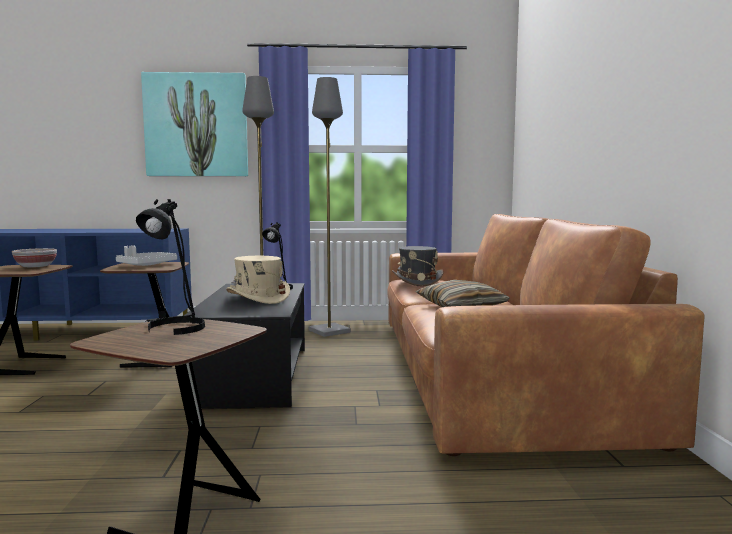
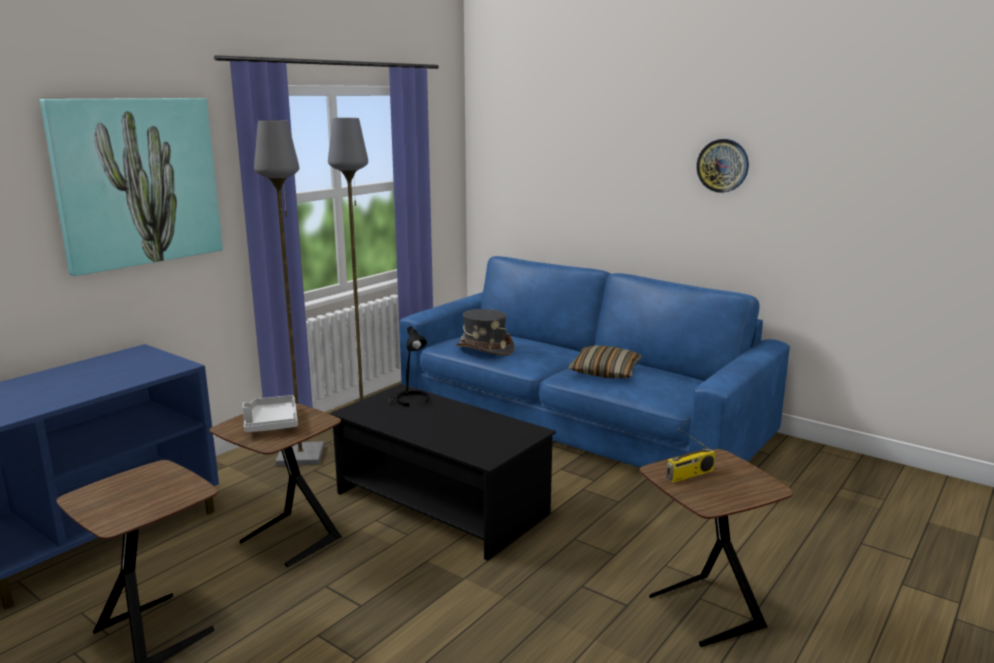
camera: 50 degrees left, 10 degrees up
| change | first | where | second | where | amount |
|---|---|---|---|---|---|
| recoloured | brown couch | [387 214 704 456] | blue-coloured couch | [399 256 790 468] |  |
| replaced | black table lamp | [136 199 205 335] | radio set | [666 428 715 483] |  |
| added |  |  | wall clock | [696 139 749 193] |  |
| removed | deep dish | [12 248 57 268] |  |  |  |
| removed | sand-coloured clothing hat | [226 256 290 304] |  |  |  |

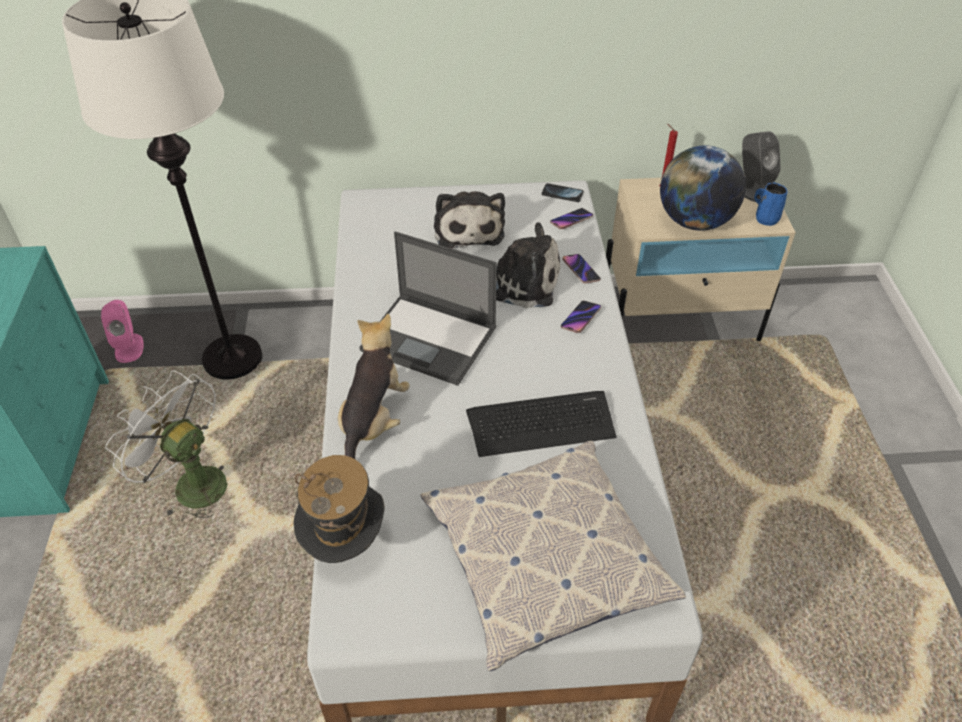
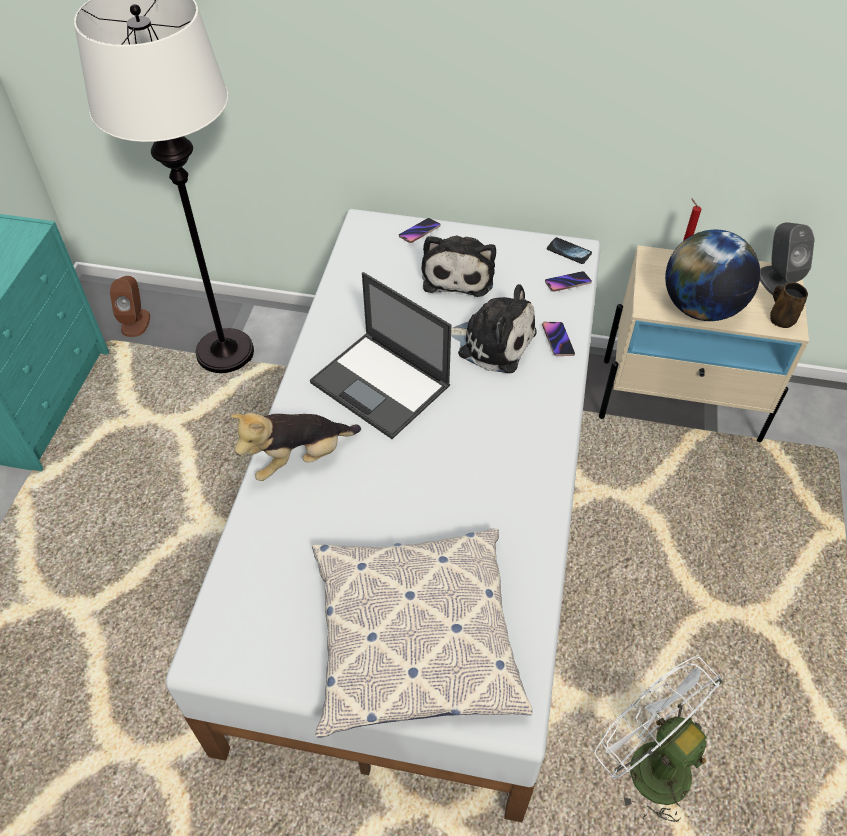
camera: 15 degrees right, 5 degrees up
| change | first | where | second | where | amount |
|---|---|---|---|---|---|
| recoloured | pinkish speaker | [101 300 144 363] | brown speaker | [110 276 150 337] |  |
| turned | plush toy | [338 314 410 459] |  | [231 413 361 481] | 150 degrees counterclockwise |
| moved | telephone | [561 300 601 333] |  | [399 218 441 243] |  |
| moved | whitish fan | [105 370 228 523] |  | [594 656 723 822] |  |
| recoloured | blue-coloured tea mug | [755 182 788 226] | brown tea mug | [770 282 808 328] |  |
| removed | clothing hat | [293 455 385 563] |  |  |  |
| removed | computer keyboard | [466 391 617 457] |  |  |  |

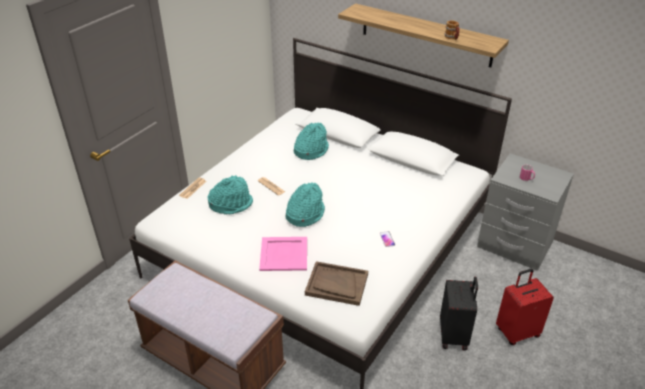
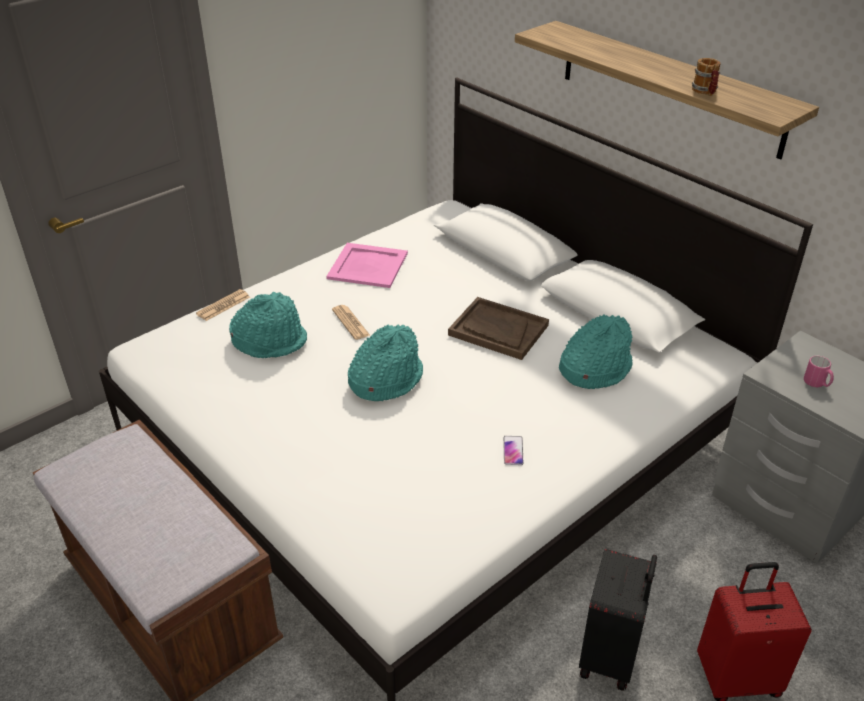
camera: 15 degrees right, 0 degrees up
| change | first | where | second | where | amount |
|---|---|---|---|---|---|
| moved | pinkish tray | [259 237 307 271] |  | [326 243 408 288] |  |
| moved | brown tray | [305 261 368 306] |  | [448 297 549 360] |  |
| moved | turquoise clothing hat | [294 122 329 160] |  | [559 314 633 389] |  |

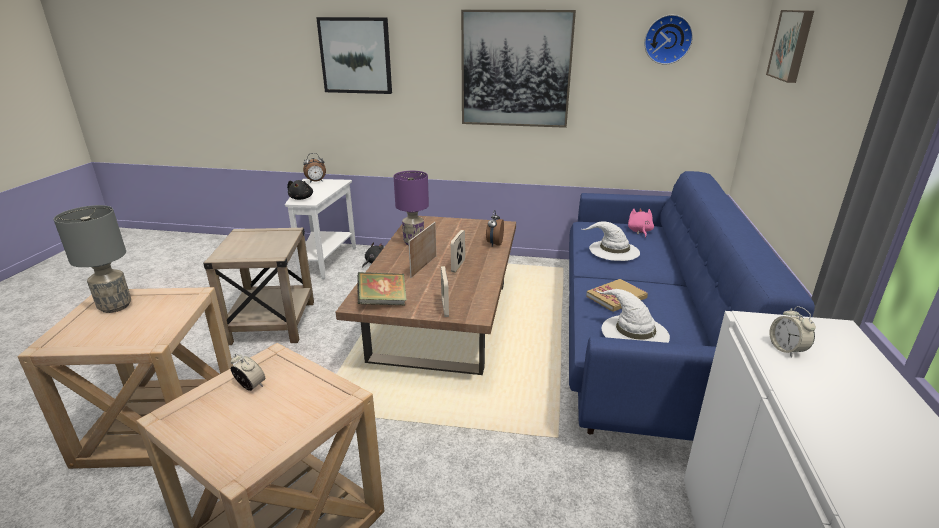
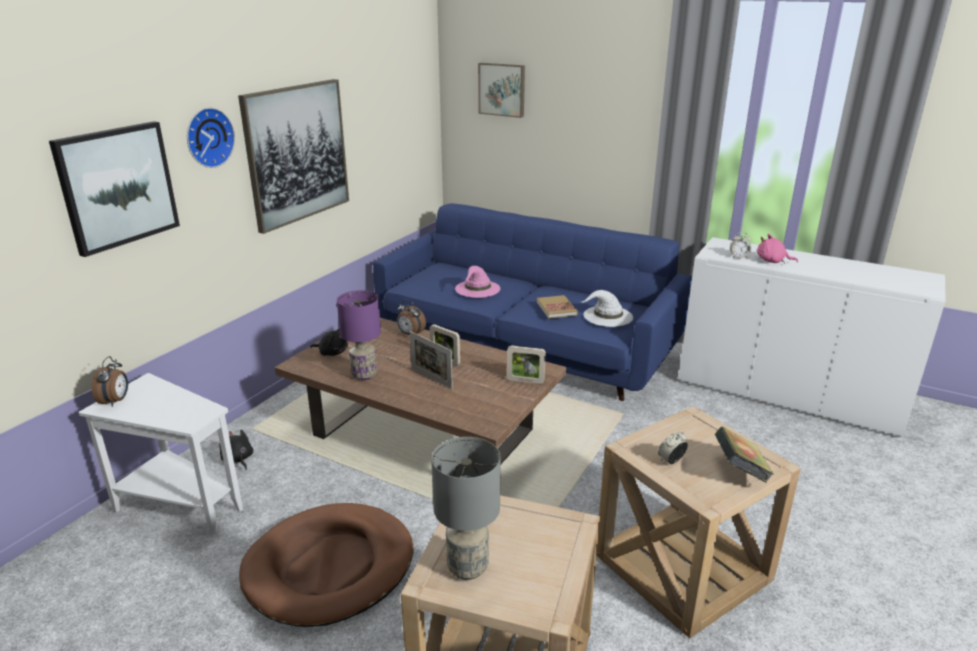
camera: 70 degrees left, 0 degrees up
| change | first | where | second | where | amount |
|---|---|---|---|---|---|
| moved | wall clock | [644 15 693 65] |  | [187 107 235 168] |  |
| replaced | sand-coloured end table | [203 228 314 345] | brown pet bed | [239 503 414 627] |  |
| moved | black plush toy | [287 180 313 200] |  | [310 328 348 356] |  |
| recoloured | whitish clothing hat | [582 221 640 261] | pinkish clothing hat | [455 266 501 298] |  |
| moved | book | [357 272 407 305] |  | [715 427 774 483] |  |
| moved | pinkish plush toy | [628 208 654 238] |  | [757 234 798 264] |  |

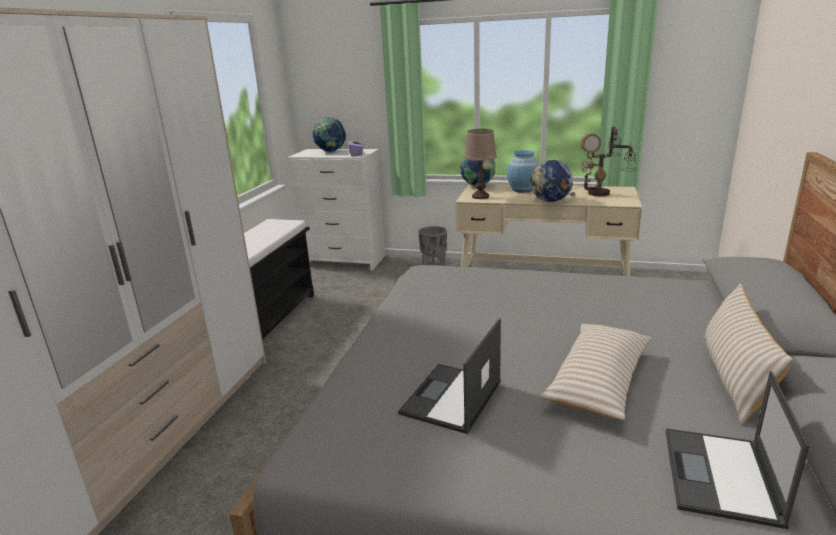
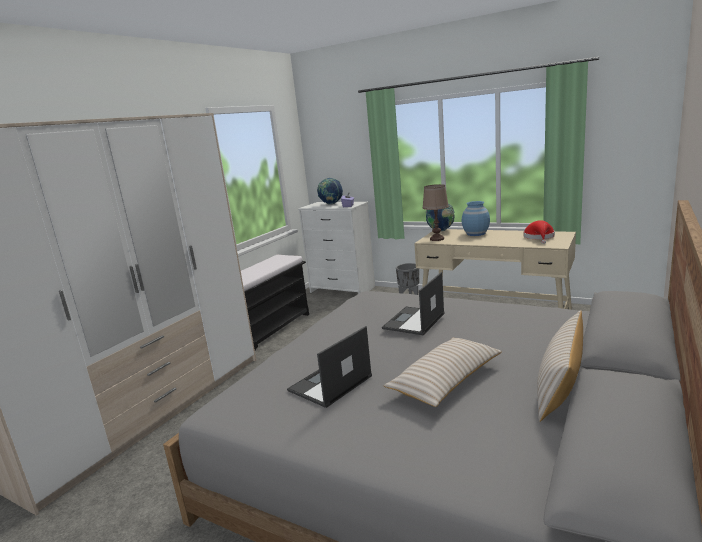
camera: 15 degrees right, 5 degrees down
| change | first | where | second | where | amount |
|---|---|---|---|---|---|
| moved | portable computer | [666 371 810 529] |  | [382 272 445 335] |  |
| replaced | table lamp | [569 126 636 197] | red-coloured clothing hat | [524 220 555 244] |  |
| removed | world globe | [530 160 573 202] |  |  |  |

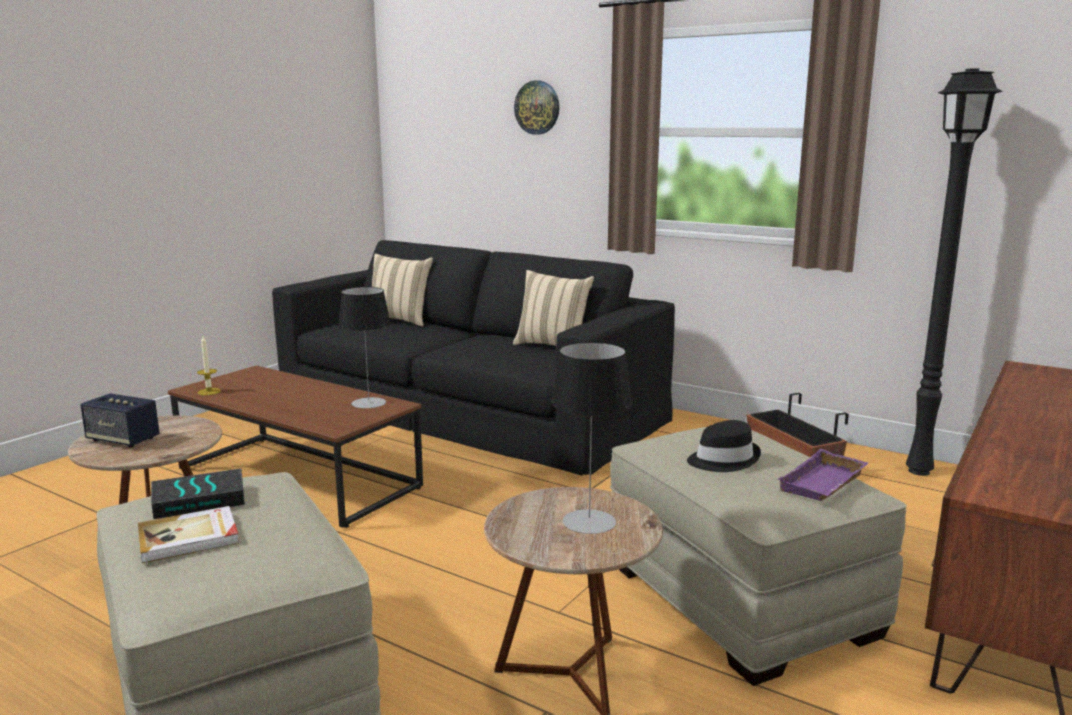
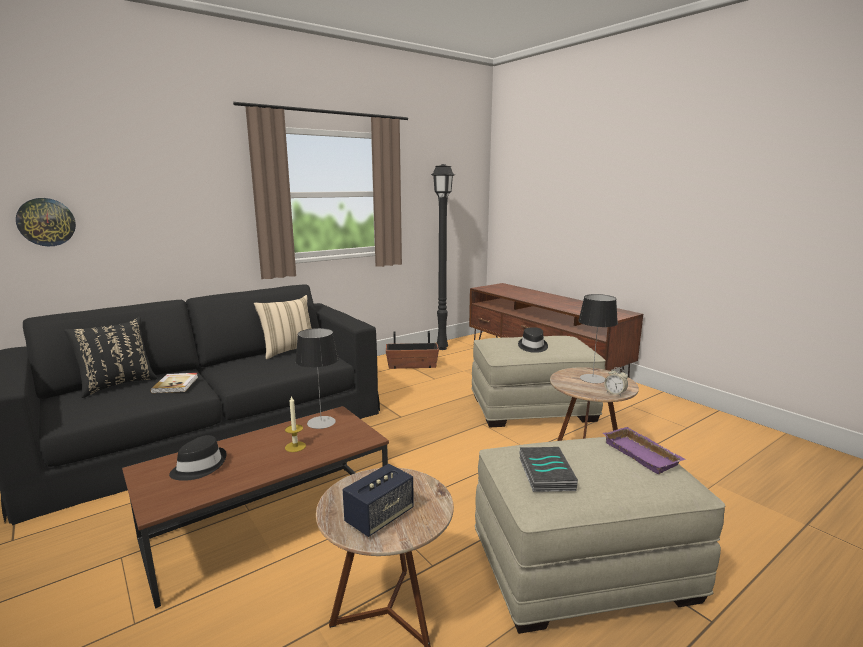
camera: 70 degrees left, 0 degrees up
| change | first | where | second | where | amount |
|---|---|---|---|---|---|
| moved | wall clock | [514 81 559 135] |  | [16 198 76 247] |  |
| recoloured | sand-coloured cushion | [372 254 433 327] | black cushion | [64 317 158 398] |  |
| moved | book | [138 506 239 563] |  | [151 373 198 393] |  |
| added |  |  | black clothing hat | [169 435 227 481] |  |
| moved | wax light | [197 336 221 395] |  | [285 396 306 452] |  |
| moved | purple tray | [777 449 868 501] |  | [603 427 686 474] |  |
| added |  |  | alarm clock | [604 367 628 396] |  |

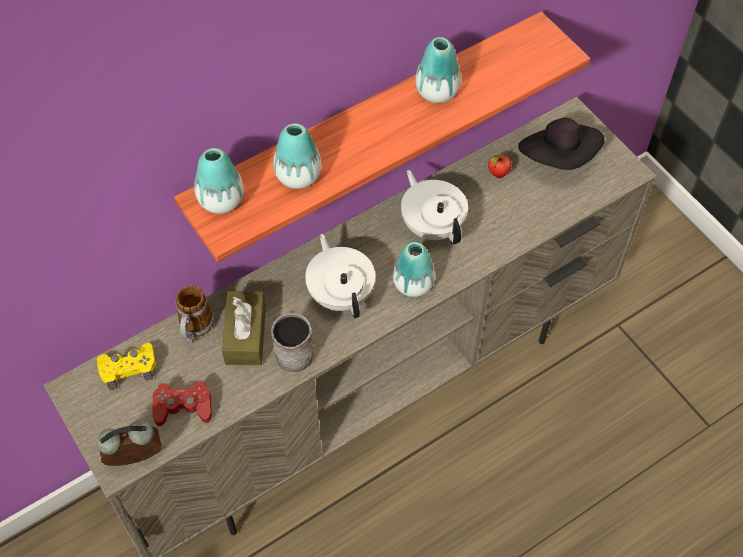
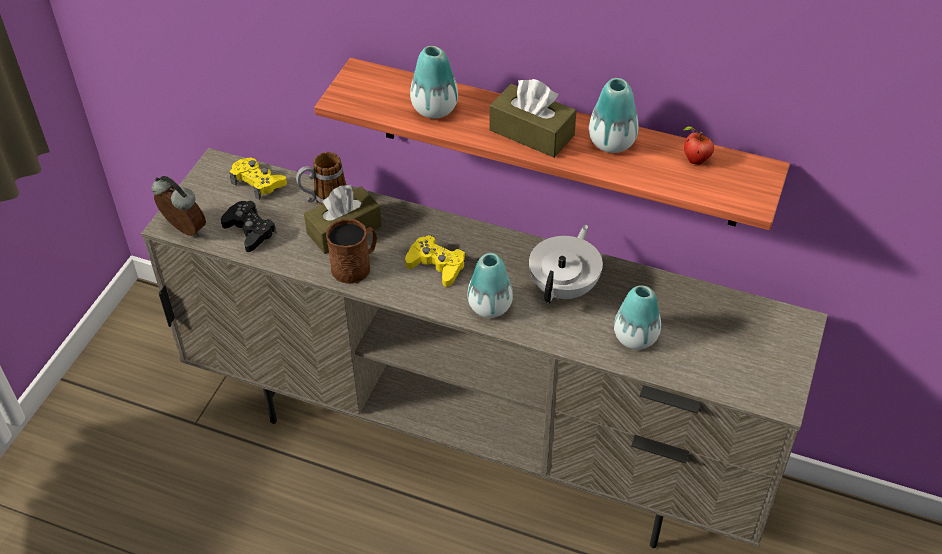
camera: 55 degrees right, 10 degrees down
| change | first | where | second | where | amount |
|---|---|---|---|---|---|
| recoloured | red-coloured joypad | [152 381 212 426] | black joypad | [221 201 277 252] |  |
| recoloured | gray tea mug | [271 310 314 373] | brown tea mug | [326 218 377 284] |  |
| replaced | whitish tea pot | [305 234 375 318] | yellow joypad | [405 235 465 287] |  |
| added |  |  | brown box of tissues | [489 79 576 158] |  |
| moved | flower vase | [194 148 244 214] |  | [614 285 661 350] |  |
| moved | apple | [488 154 512 178] |  | [683 127 714 165] |  |
| removed | black clothing hat | [518 117 605 170] |  |  |  |

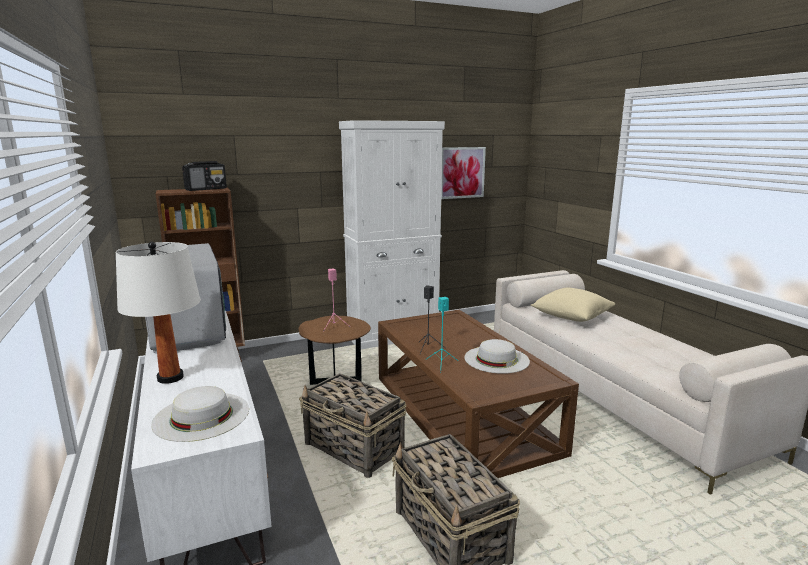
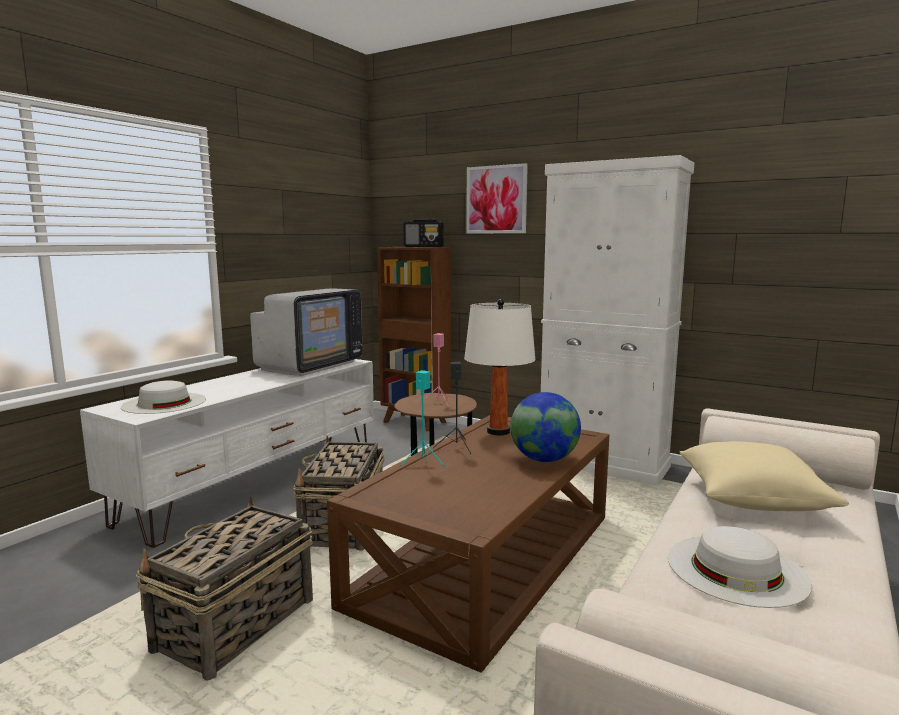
camera: 55 degrees right, 5 degrees down
| change | first | where | second | where | amount |
|---|---|---|---|---|---|
| moved | whitish table lamp | [115 242 201 384] |  | [464 299 536 435] |  |
| moved | wall picture | [441 147 486 199] |  | [466 163 528 233] |  |
| added |  |  | world globe | [511 392 581 462] |  |
| moved | whitish clothing hat | [464 339 530 374] |  | [668 526 812 608] |  |

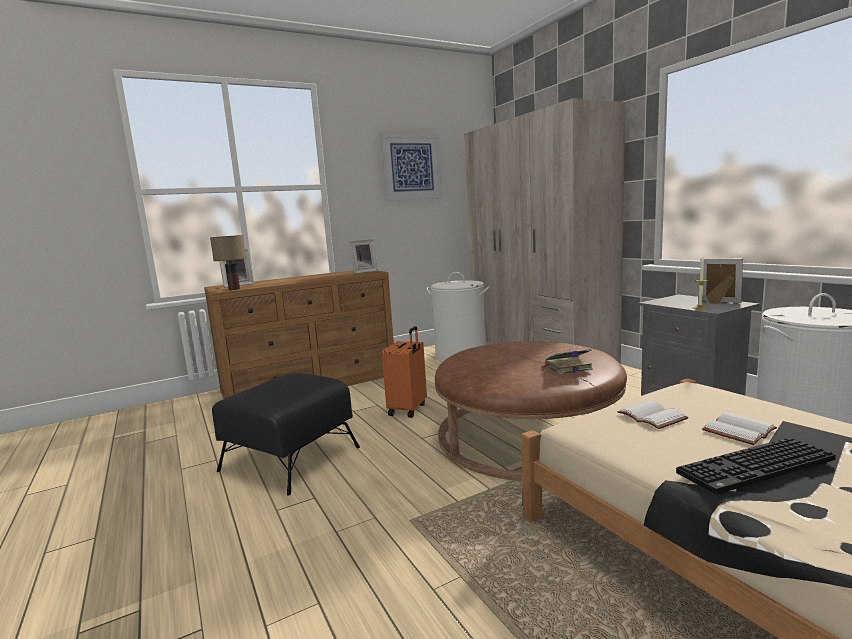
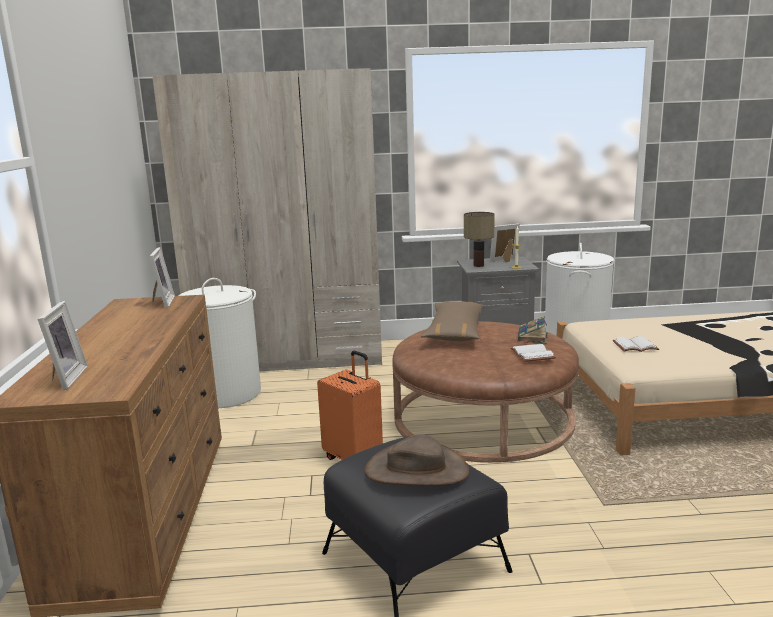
camera: 65 degrees left, 5 degrees up
| change | first | where | second | where | amount |
|---|---|---|---|---|---|
| added |  |  | brown clothing hat | [364 434 469 486] |  |
| added |  |  | brown cushion | [421 301 484 341] |  |
| moved | table lamp | [210 235 246 290] |  | [464 212 495 267] |  |
| moved | whitish book | [702 412 777 445] |  | [510 344 556 362] |  |
| removed | wall picture | [380 133 442 201] |  |  |  |
| removed | computer keyboard | [676 437 836 495] |  |  |  |

